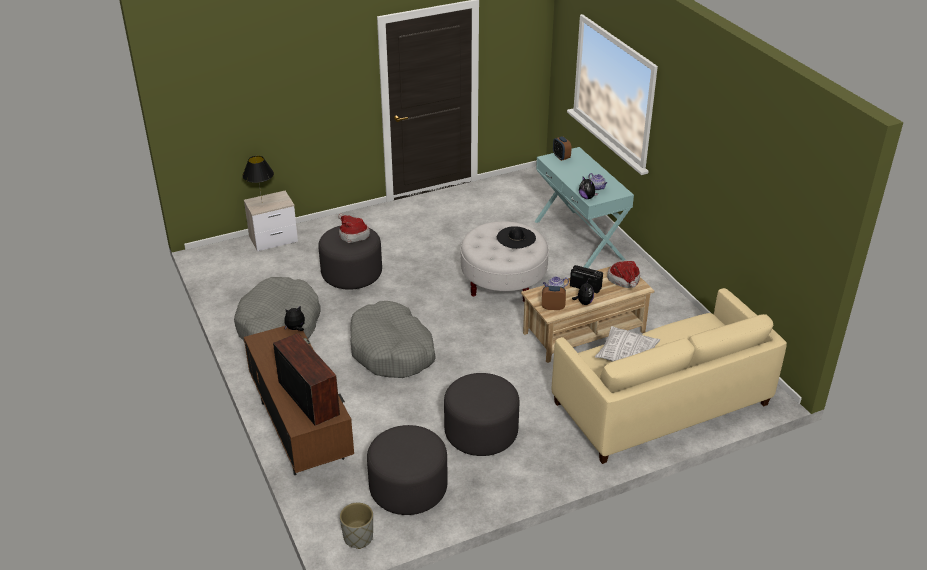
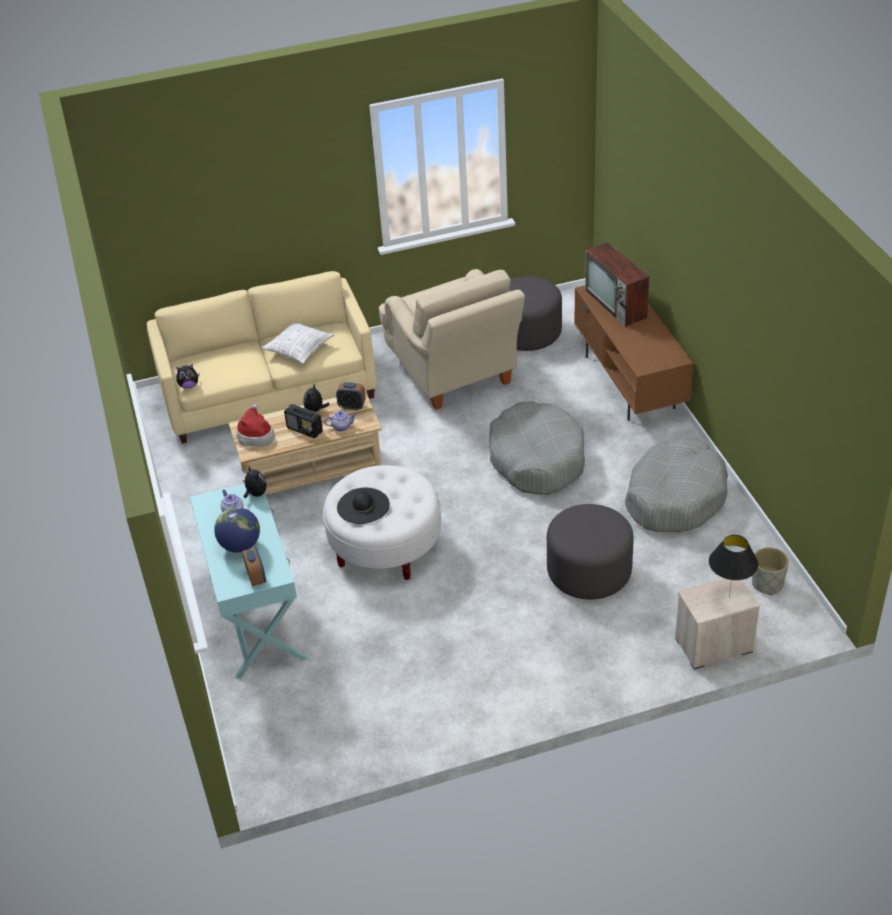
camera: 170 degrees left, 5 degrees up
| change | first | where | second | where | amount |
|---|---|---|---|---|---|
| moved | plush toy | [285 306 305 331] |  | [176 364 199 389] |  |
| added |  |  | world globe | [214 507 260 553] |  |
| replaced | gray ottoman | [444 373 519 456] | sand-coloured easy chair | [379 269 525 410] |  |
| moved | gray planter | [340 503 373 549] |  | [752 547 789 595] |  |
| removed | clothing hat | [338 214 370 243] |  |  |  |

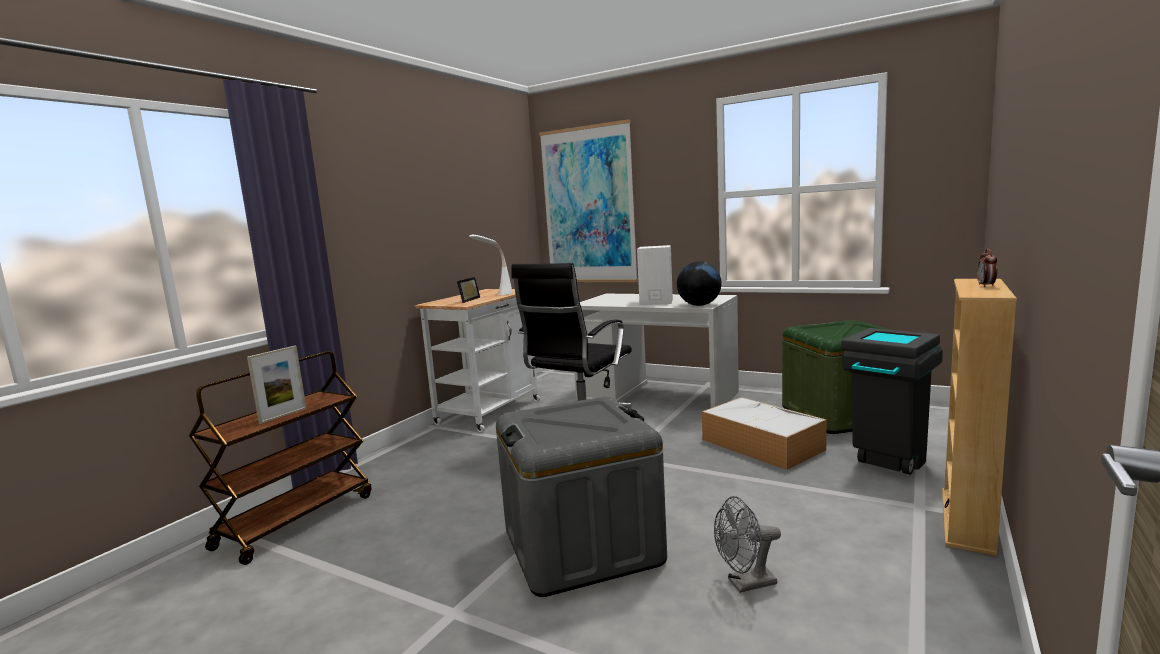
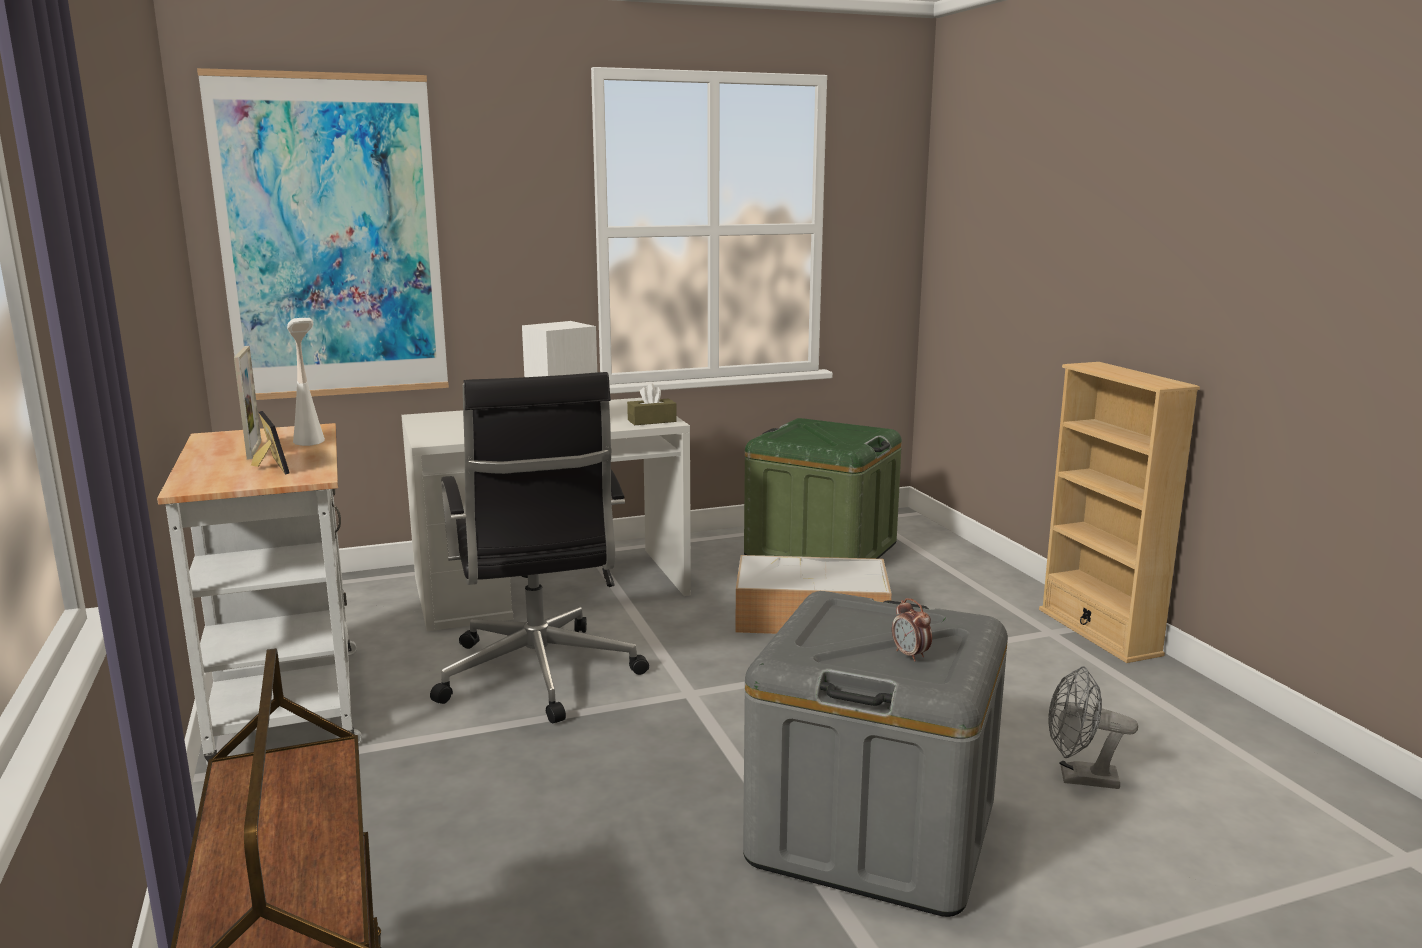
camera: 50 degrees left, 5 degrees up
| change | first | where | second | where | amount |
|---|---|---|---|---|---|
| moved | picture frame | [247 346 307 424] |  | [234 346 261 459] |  |
| replaced | world globe | [677 261 721 306] | brown box of tissues | [627 383 677 425] |  |
| moved | alarm clock | [977 249 997 287] |  | [892 598 932 662] |  |
| turned | gray fan | [714 496 781 593] |  | [1049 666 1138 789] | 75 degrees clockwise |
| removed | gray waste bin | [842 328 943 475] |  |  |  |

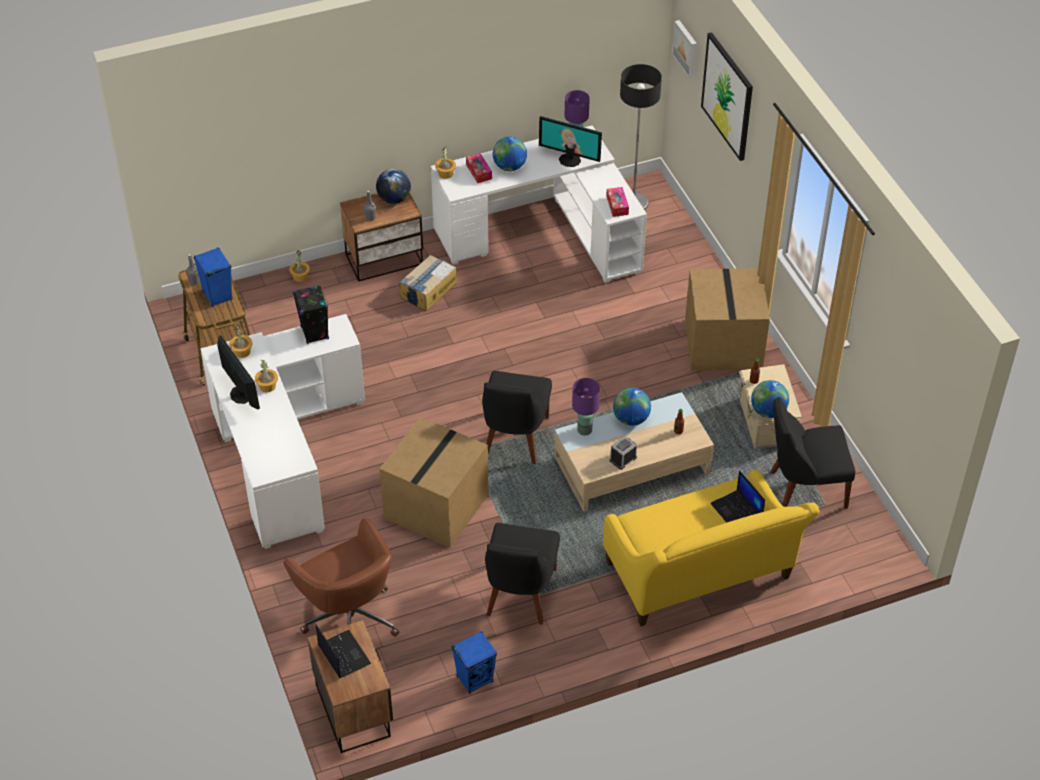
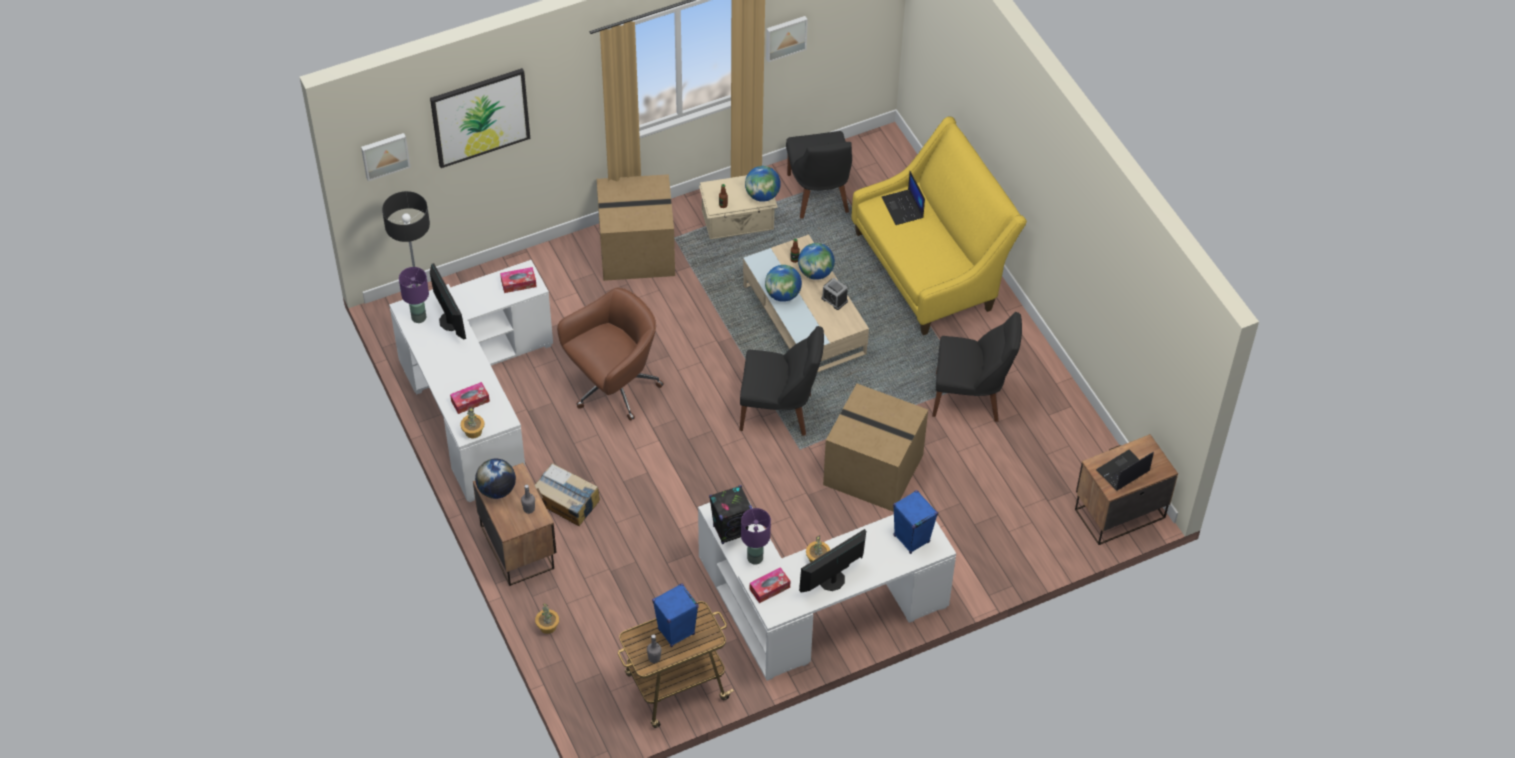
camera: 95 degrees left, 5 degrees up
| change | first | where | second | where | amount |
|---|---|---|---|---|---|
| turned | monitor | [539 116 602 167] |  | [430 263 466 339] | 45 degrees counterclockwise |
| moved | brown desk chair | [283 518 399 637] |  | [557 288 664 421] |  |
| moved | purple table lamp | [572 378 600 435] |  | [741 508 771 565] |  |
| replaced | houseplant | [229 324 253 358] | box of tissues | [750 567 790 603] |  |
| added |  |  | wall picture | [766 16 808 62] |  |
| moved | world globe | [493 136 527 171] |  | [798 243 835 280] |  |
| turned | portable computer | [710 470 765 523] |  | [882 171 925 225] | 105 degrees clockwise |
| moved | blue-coloured speaker | [451 631 497 694] |  | [893 490 938 554] |  |

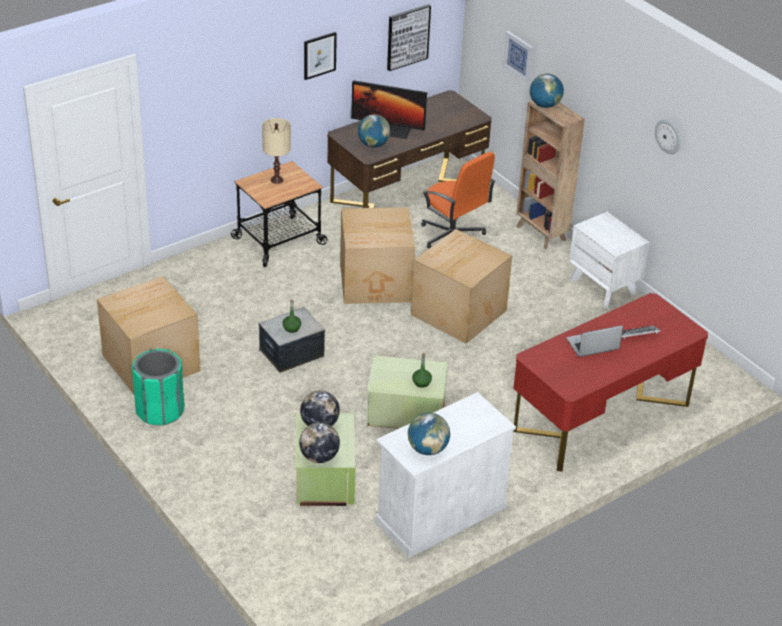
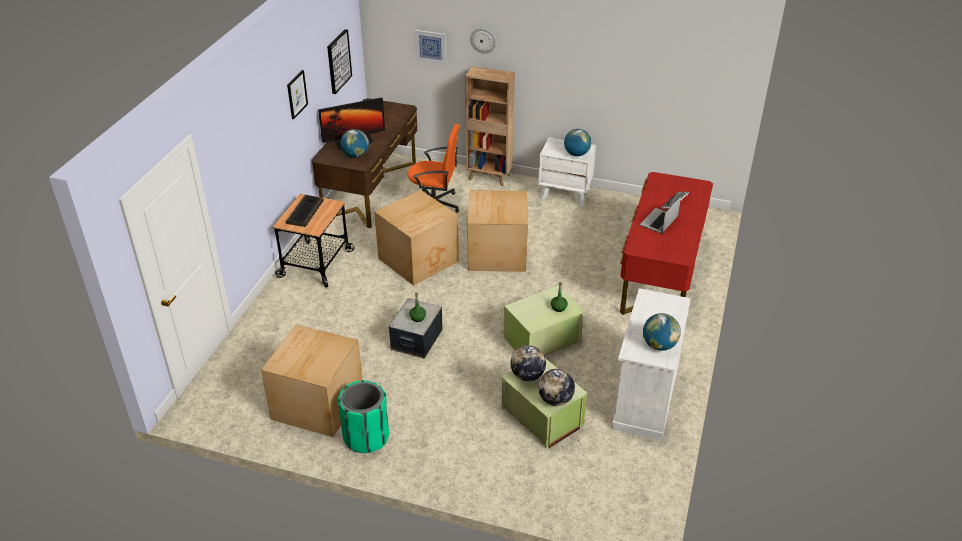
camera: 35 degrees left, 0 degrees up
| change | first | where | second | where | amount |
|---|---|---|---|---|---|
| replaced | sand-coloured table lamp | [262 118 291 184] | computer keyboard | [286 195 324 227] |  |
| moved | wall clock | [655 120 681 154] |  | [470 28 496 54] |  |
| moved | world globe | [530 74 564 108] |  | [564 129 591 156] |  |

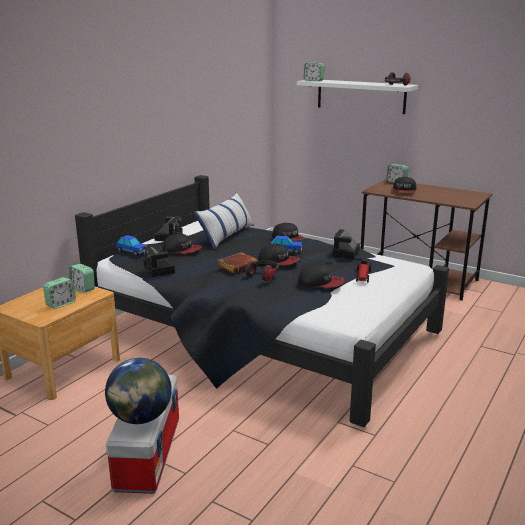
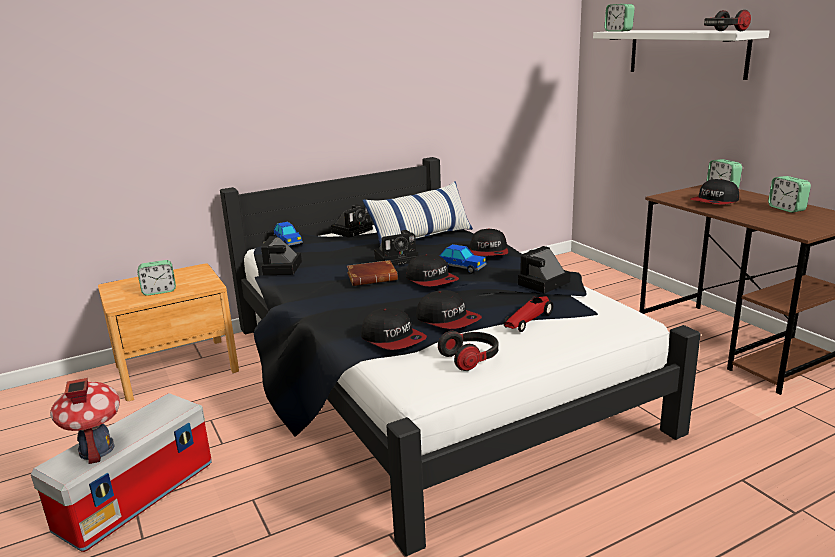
camera: 30 degrees right, 0 degrees up
| change | first | where | second | where | amount |
|---|---|---|---|---|---|
| replaced | world globe | [105 358 172 424] | miniature house | [50 378 120 464] |  |
| moved | cap | [162 234 202 254] |  | [361 308 427 350] |  |
| added |  |  | still camera | [374 230 418 266] |  |
| moved | headset | [245 260 279 281] |  | [438 331 499 371] |  |
| moved | alarm clock | [69 264 95 293] |  | [768 176 811 213] |  |

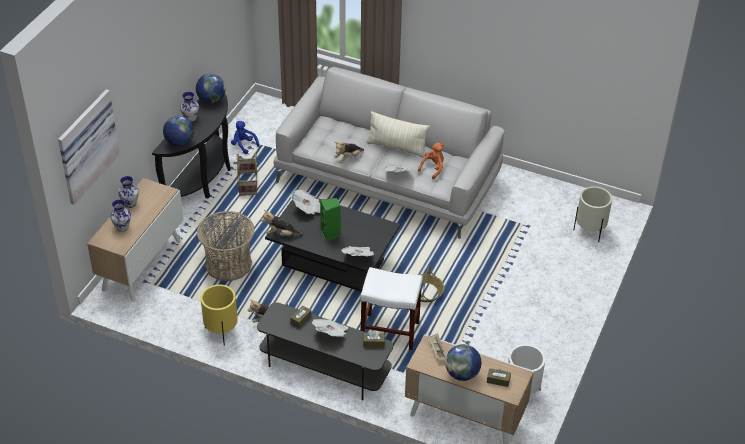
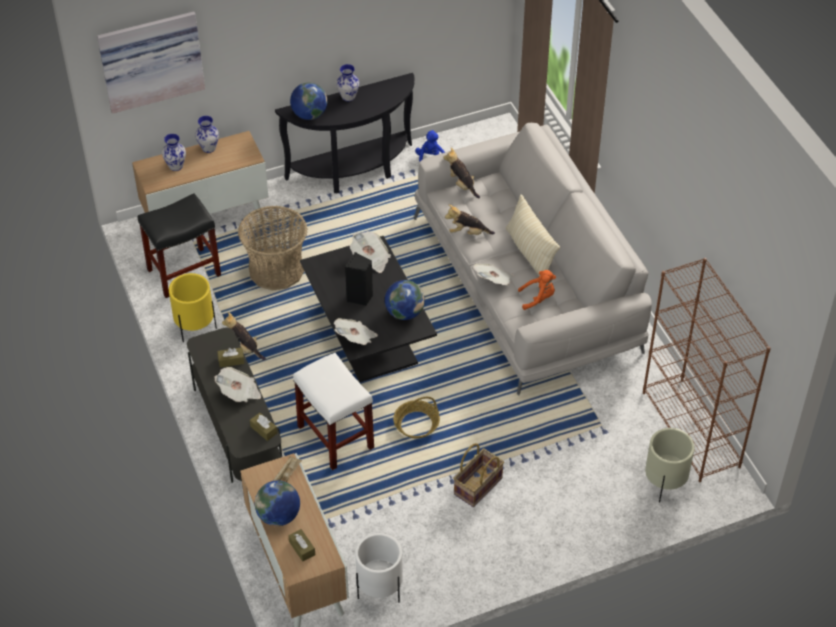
camera: 45 degrees right, 5 degrees up
| change | first | where | second | where | amount |
|---|---|---|---|---|---|
| added |  |  | black stool | [138 193 221 298] |  |
| recoloured | green-coloured speaker | [320 198 341 241] | black speaker | [345 252 373 306] |  |
| moved | world globe | [196 74 226 103] |  | [385 280 425 320] |  |
| moved | plush toy | [261 210 304 236] |  | [444 148 480 199] |  |
| moved | basket | [237 153 257 196] |  | [454 443 504 507] |  |
| added |  |  | brown shelving unit | [643 258 771 482] |  |

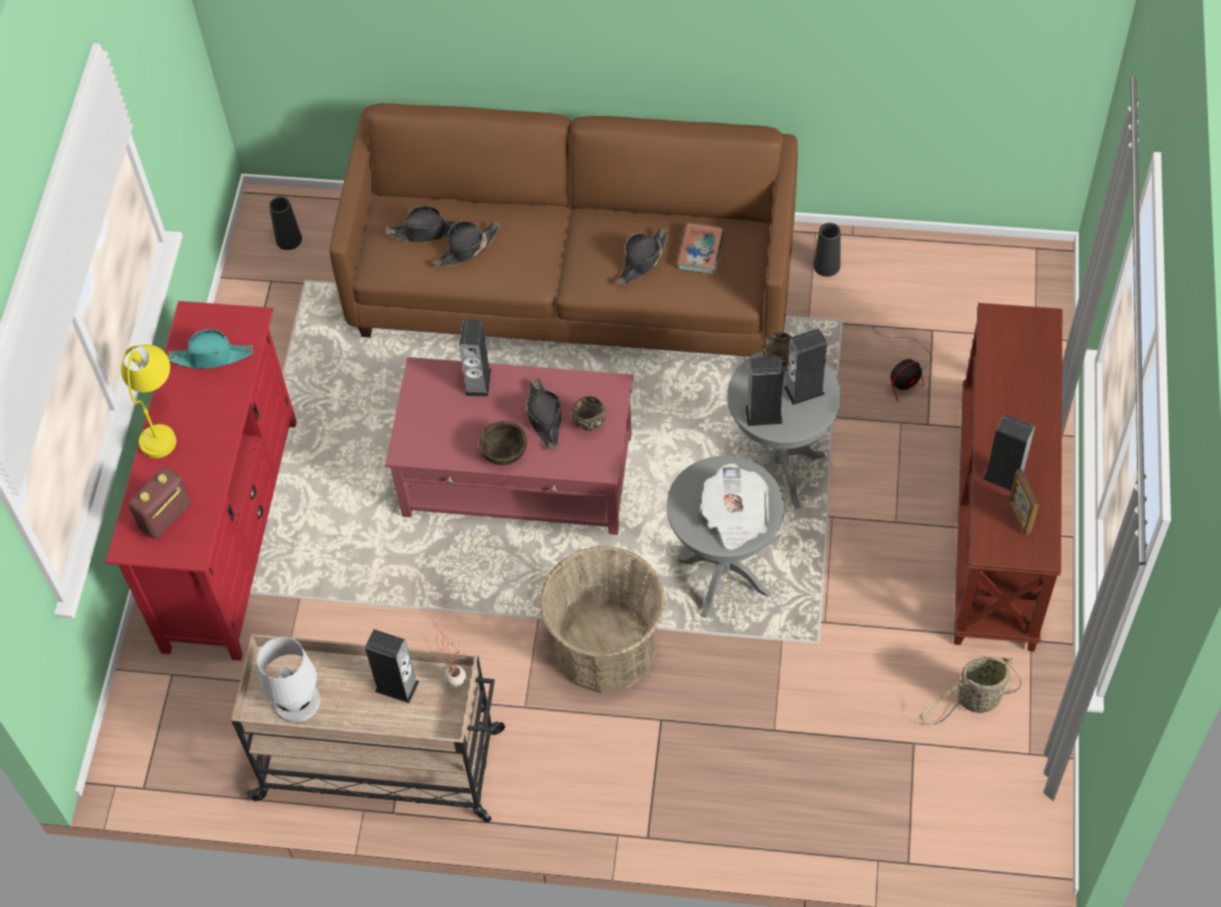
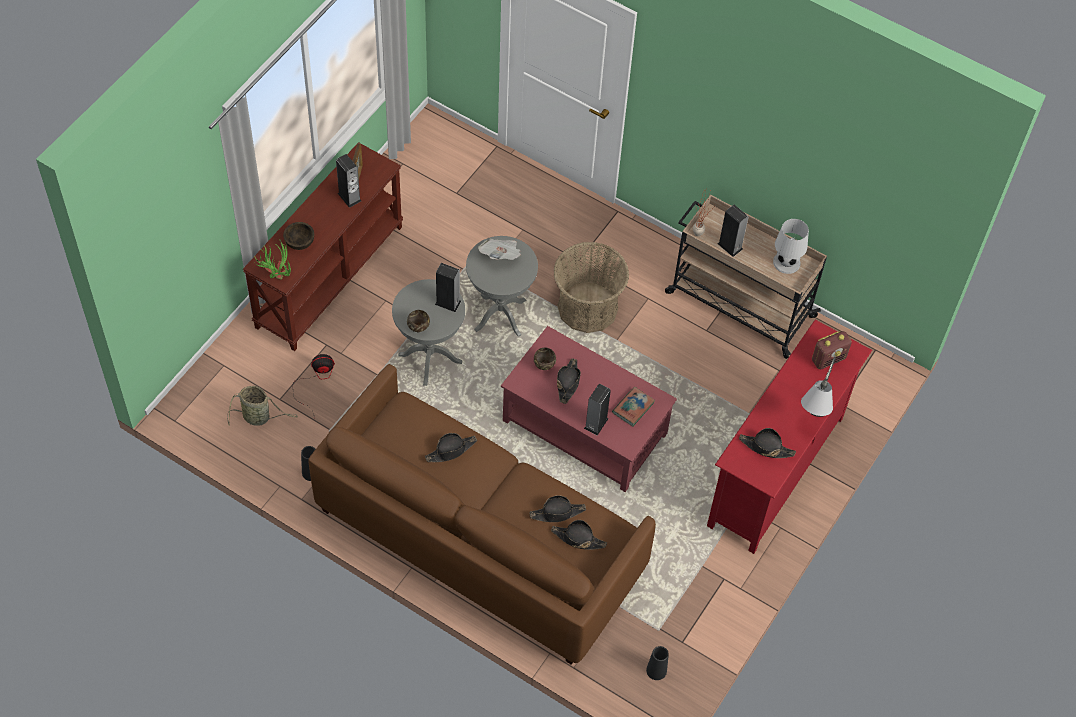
camera: 160 degrees left, 0 degrees up
| change | first | where | second | where | amount |
|---|---|---|---|---|---|
| moved | basket | [919 657 1022 726] |  | [227 386 298 426] |  |
| added |  |  | houseplant | [254 239 291 279] |  |
| moved | brown deep dish | [479 421 527 465] |  | [283 222 314 250] |  |
| moved | book | [677 223 724 274] |  | [612 387 655 426] |  |
| recoloured | turquoise clothing hat | [167 329 253 369] | black clothing hat | [739 428 796 458] |  |
| recoloured | yellow table lamp | [121 345 176 458] | gray table lamp | [801 357 836 417] |  |
| removed | speaker | [784 329 827 405] |  |  |  |

